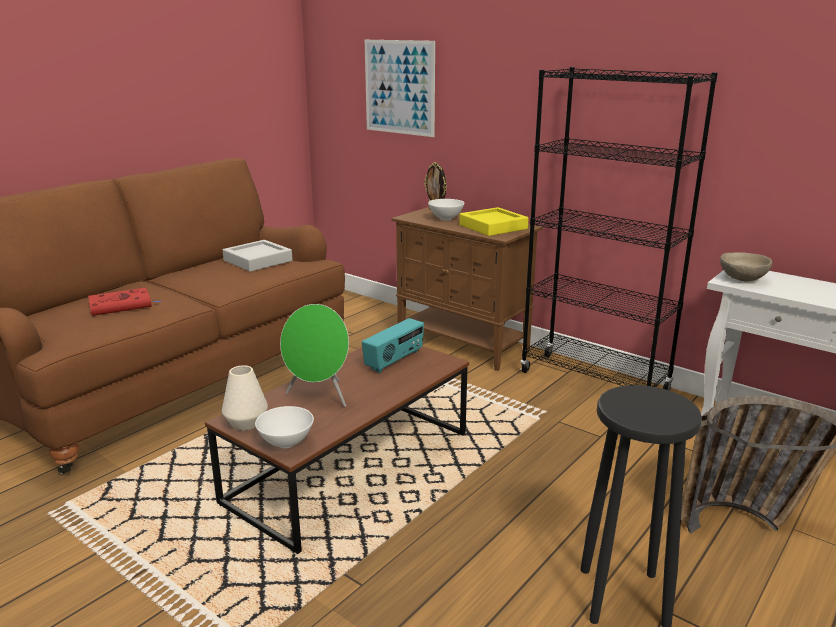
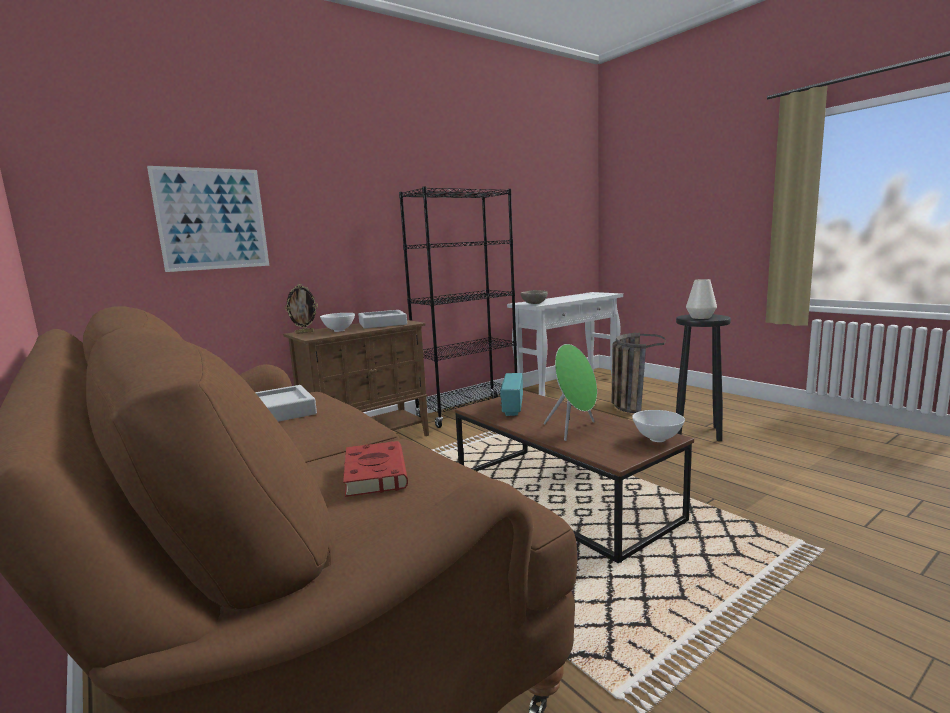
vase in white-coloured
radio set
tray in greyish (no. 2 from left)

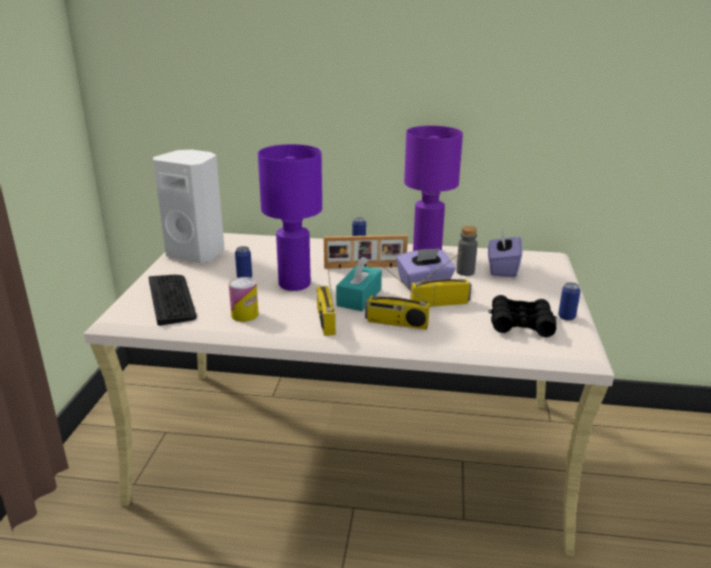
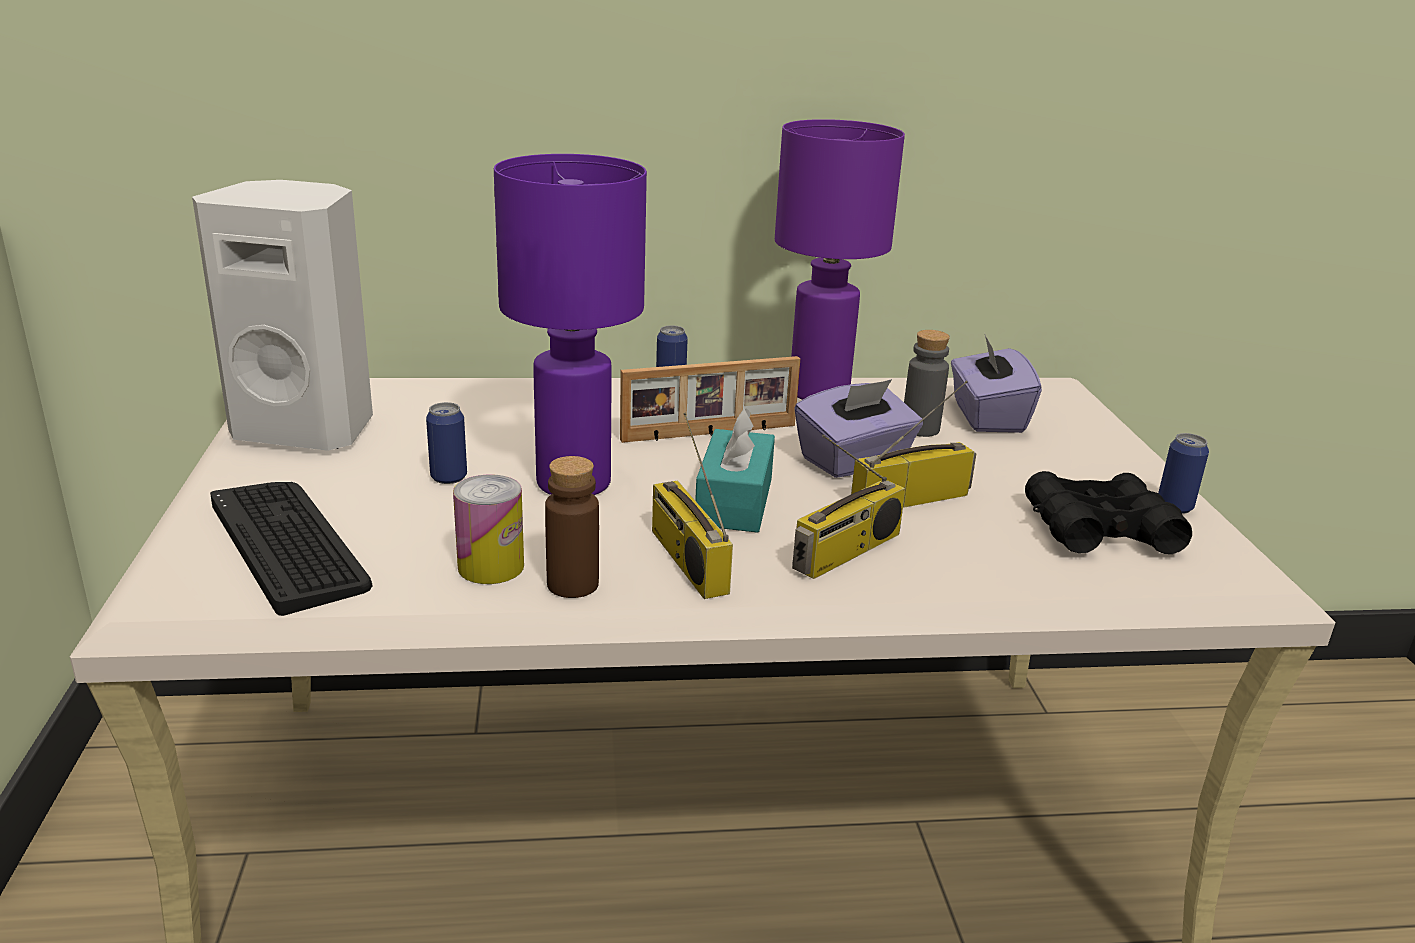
radio set (no. 2 from left)
drink bottle in brownish

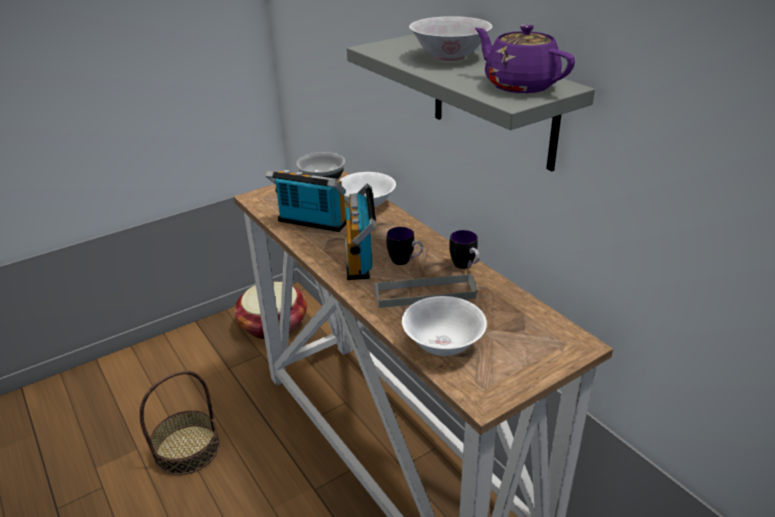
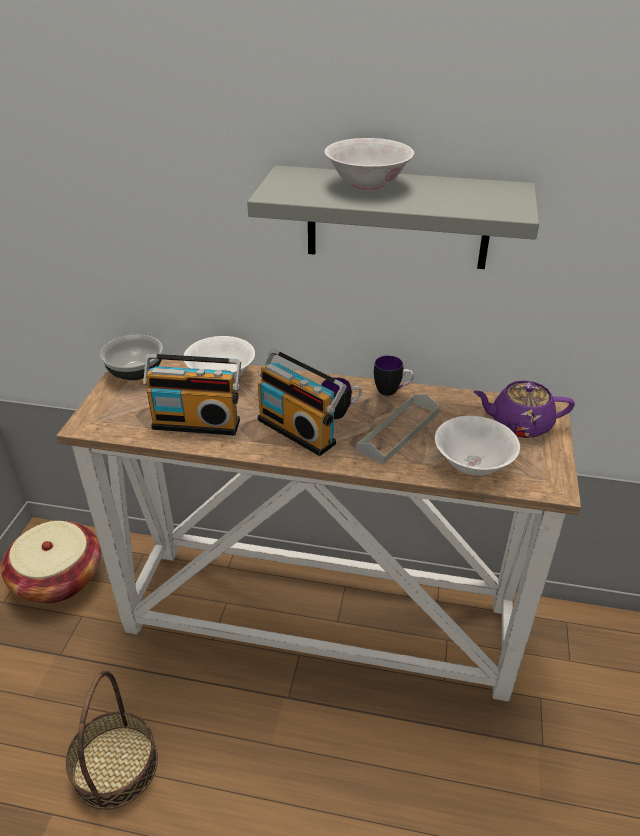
radio set (no. 1 from left)
teapot in purple

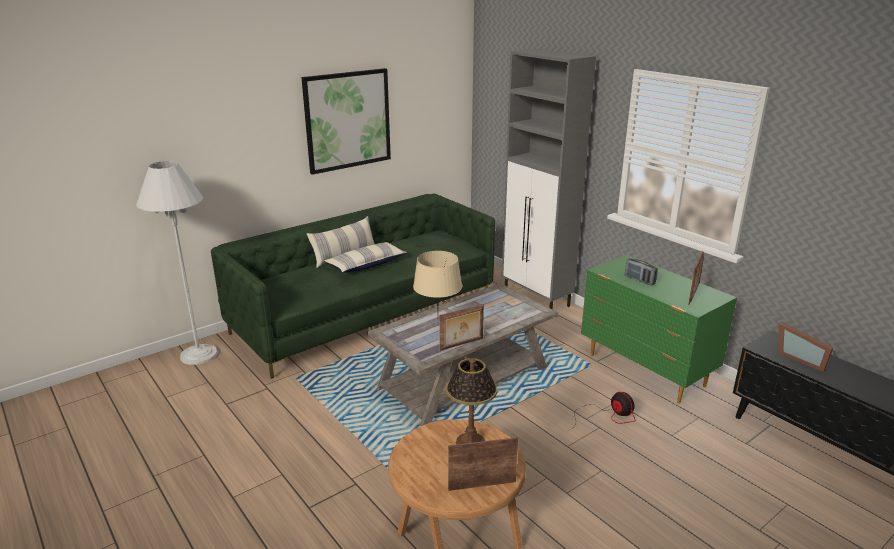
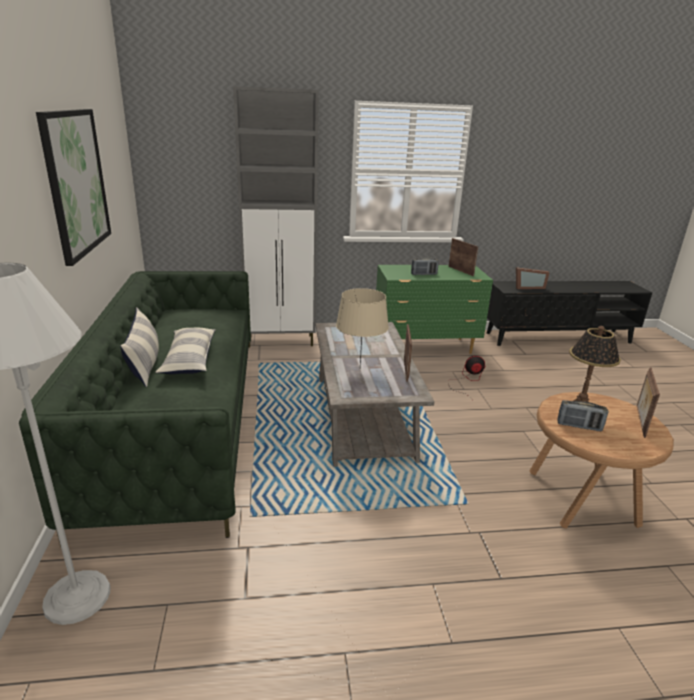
radio set (no. 2 from left)

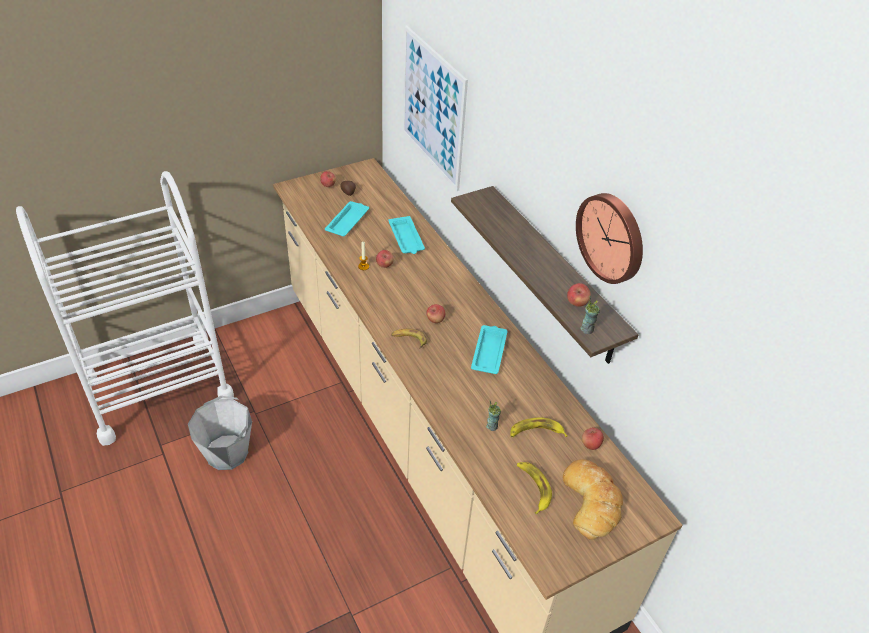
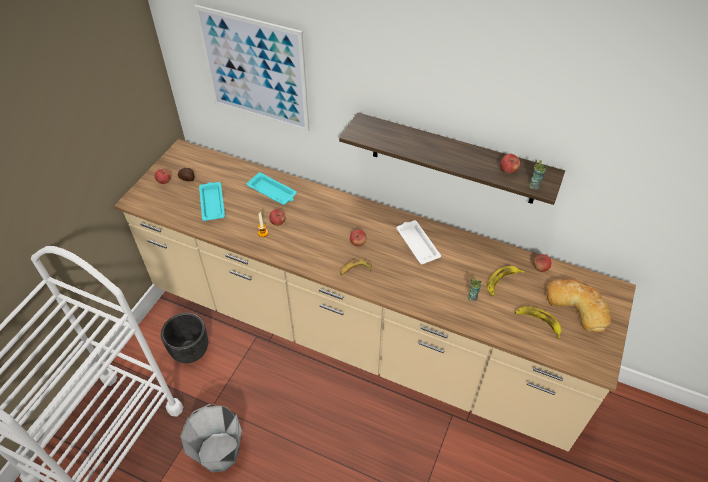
tray in white-coloured
wall clock
plant pot in blackish

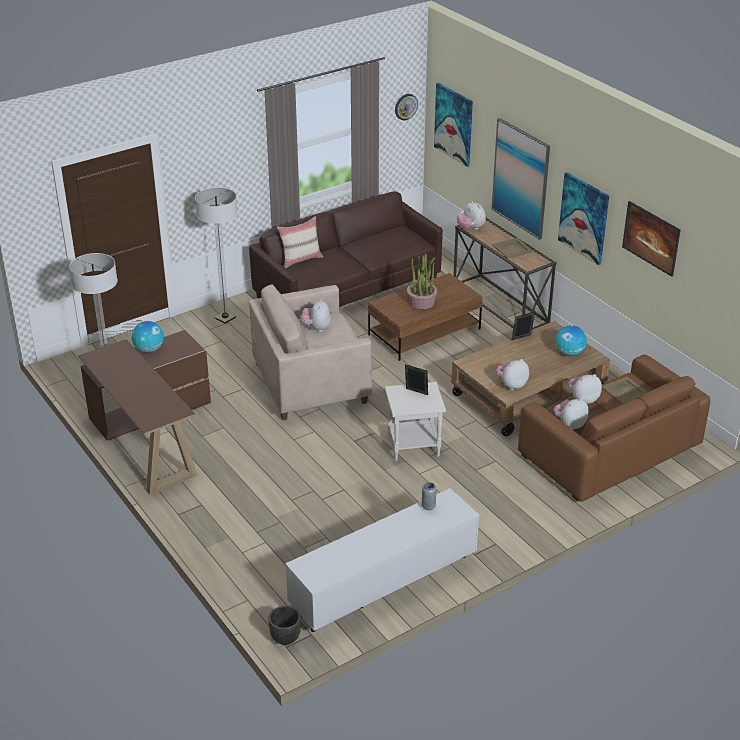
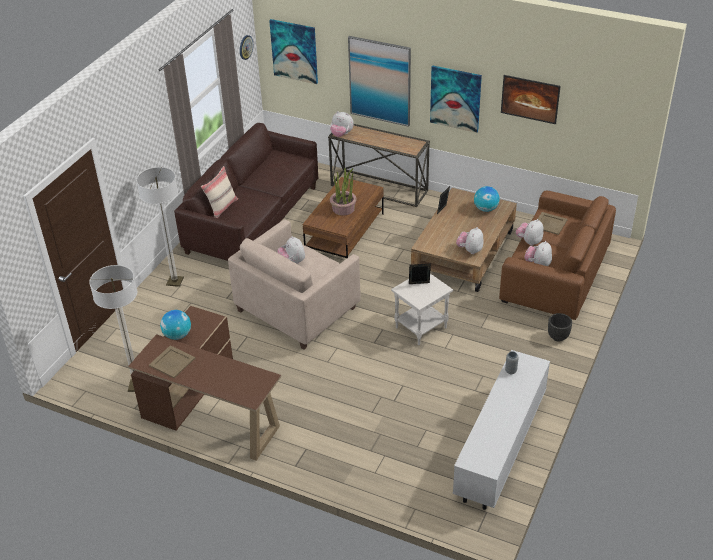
plant pot in blackish
tray in beige-coloured (no. 1 from left)

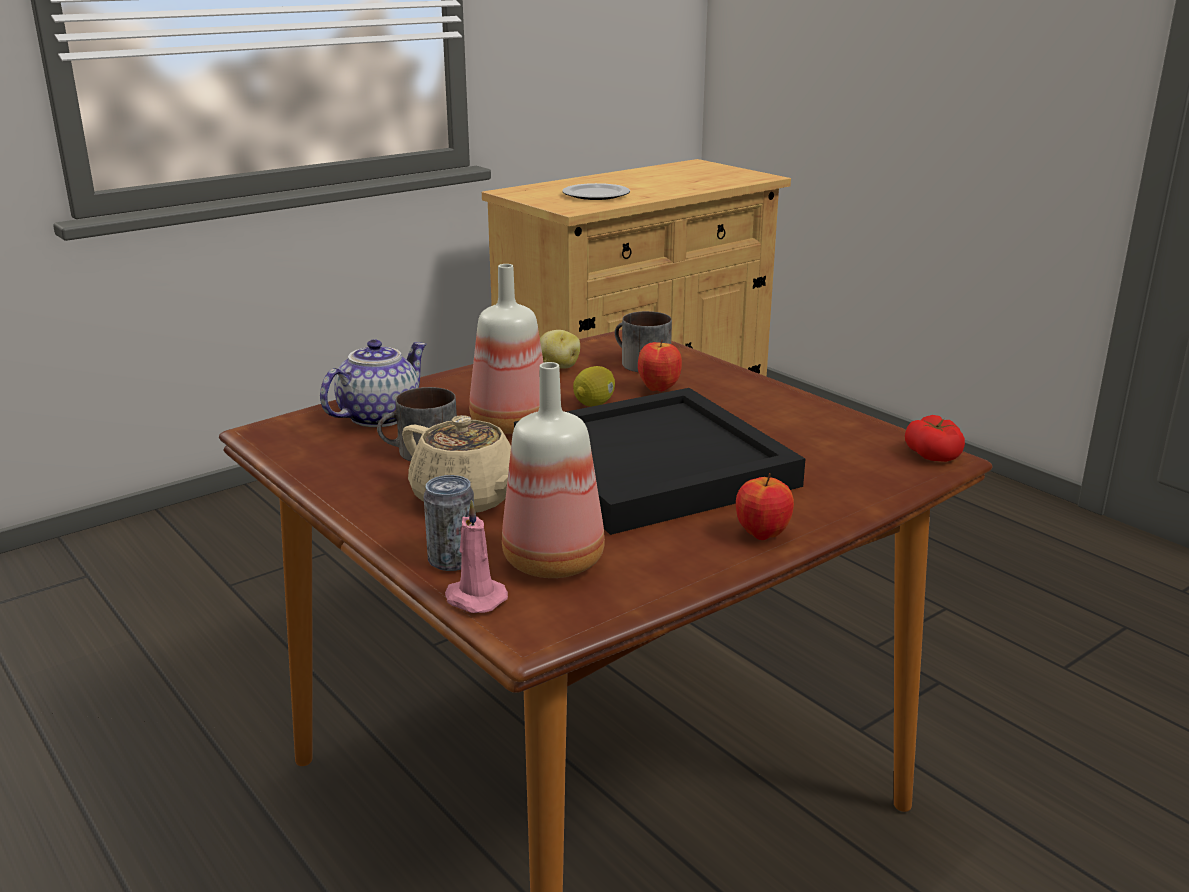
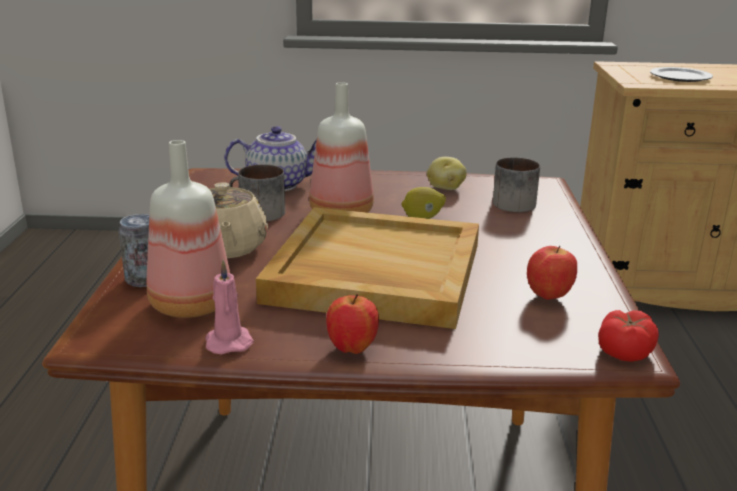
candle in pink
tray in beige-coloured
apple (no. 2 from left)

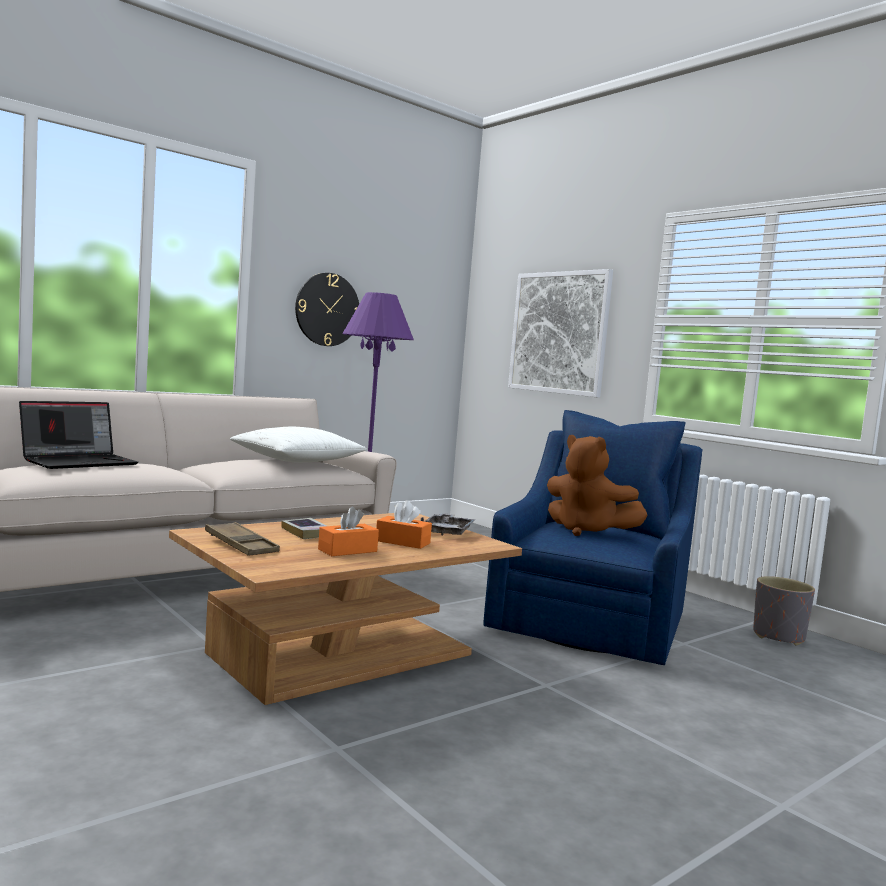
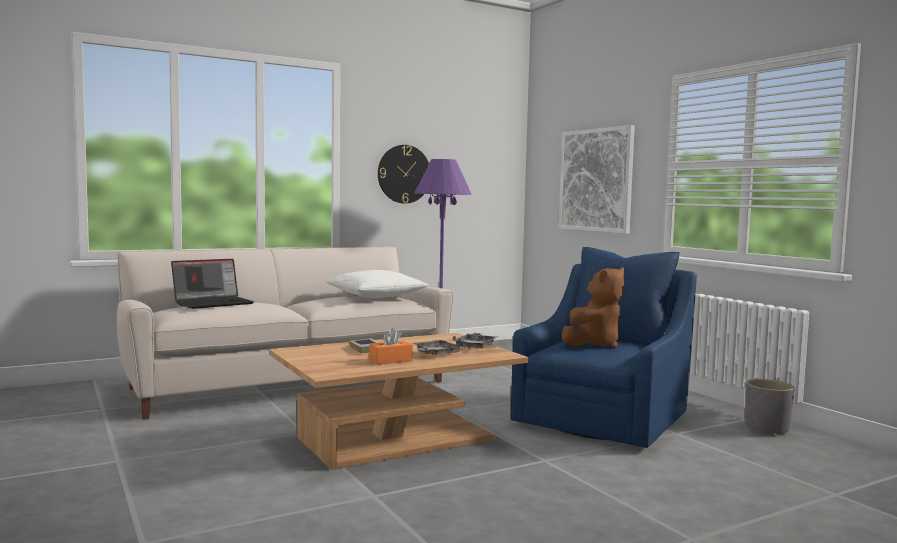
tray in brownish
tray in greyish (no. 1 from left)
soft toy in brownish

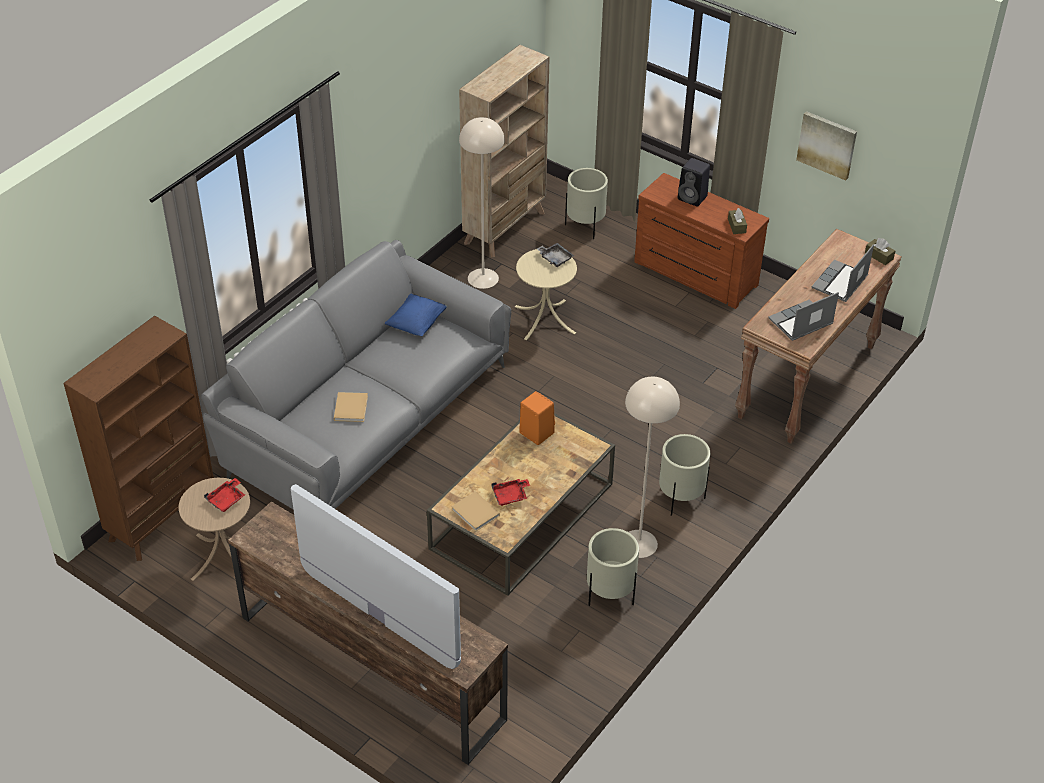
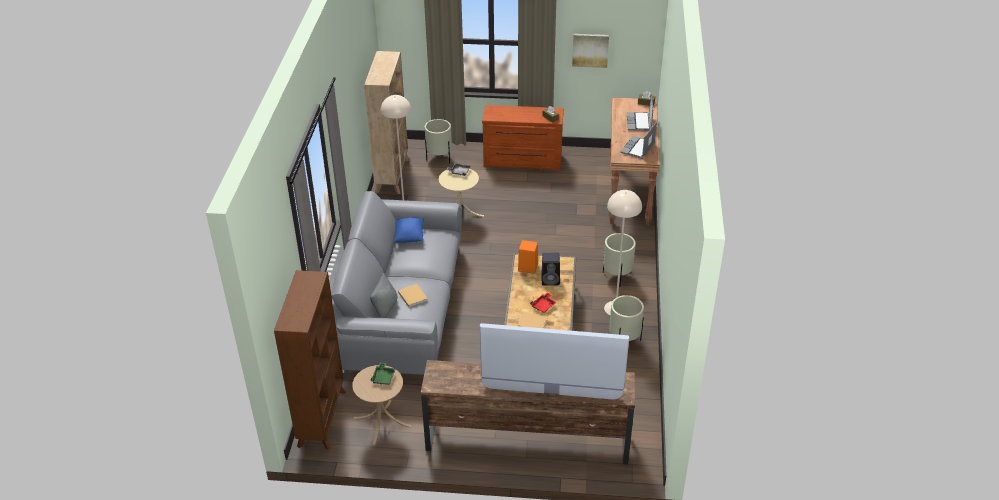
tray in greenish
loudspeaker in blackish
cushion in greyish

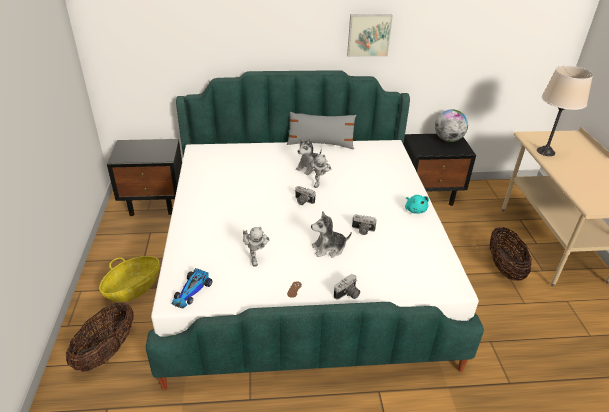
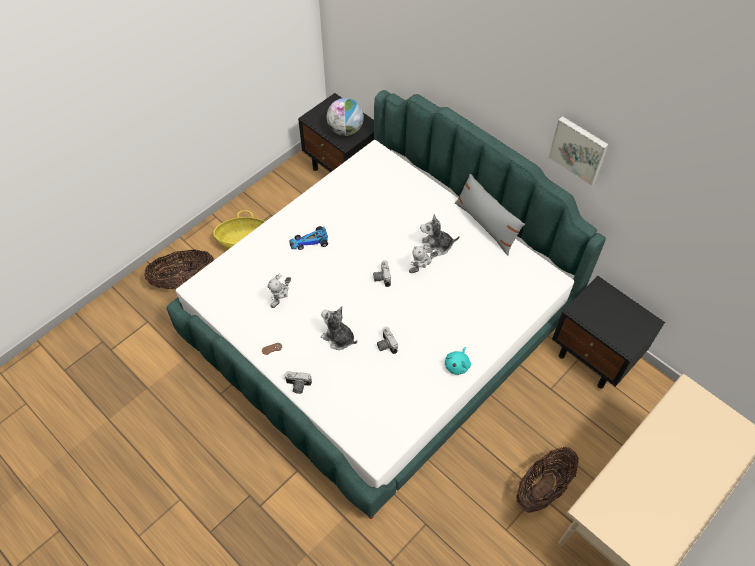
miniature car
world globe
tabletop lamp in beige-coloured

